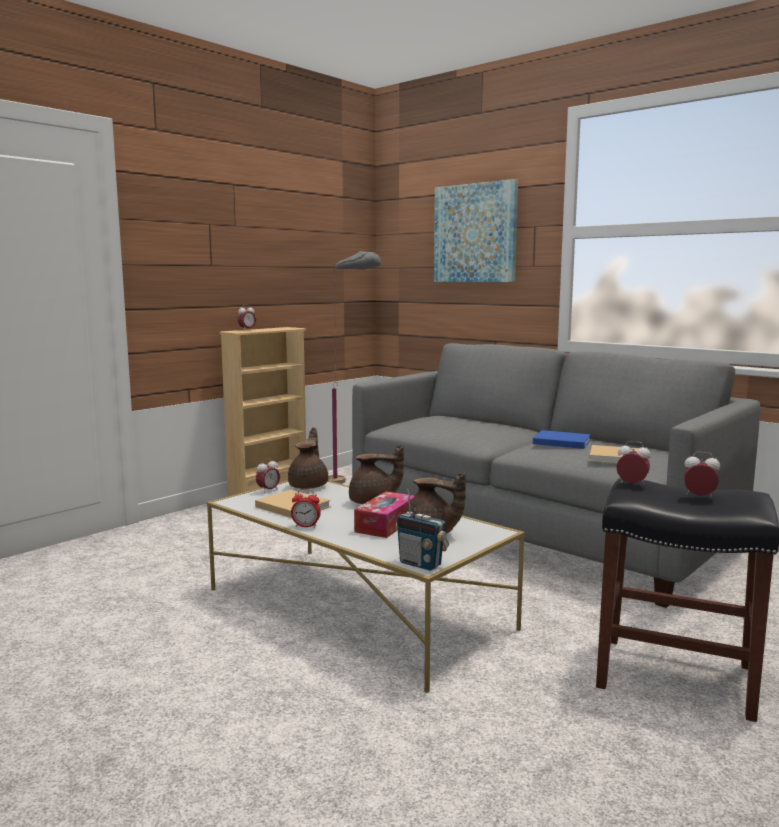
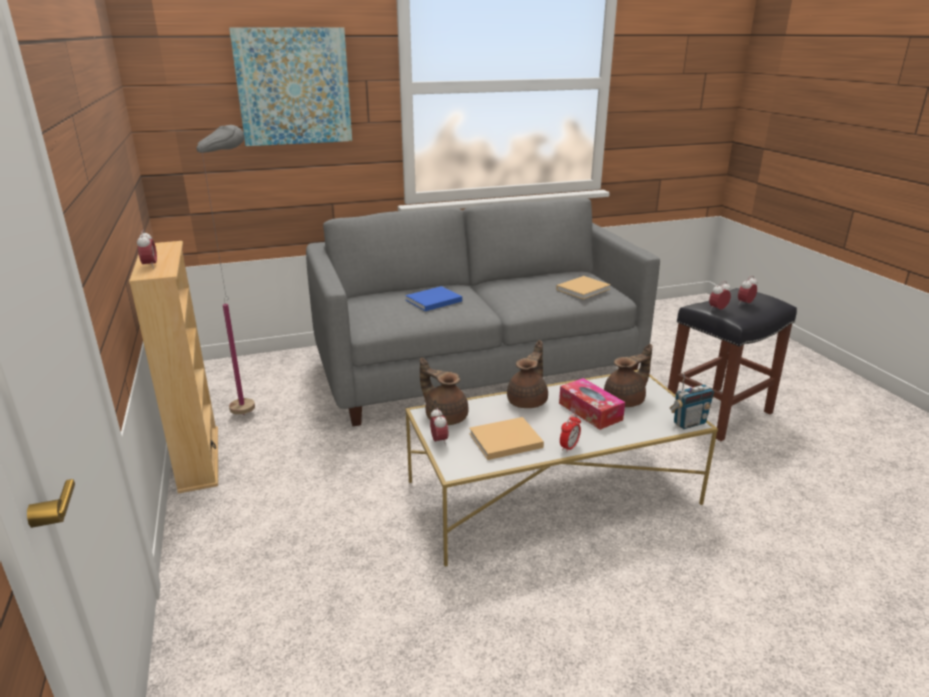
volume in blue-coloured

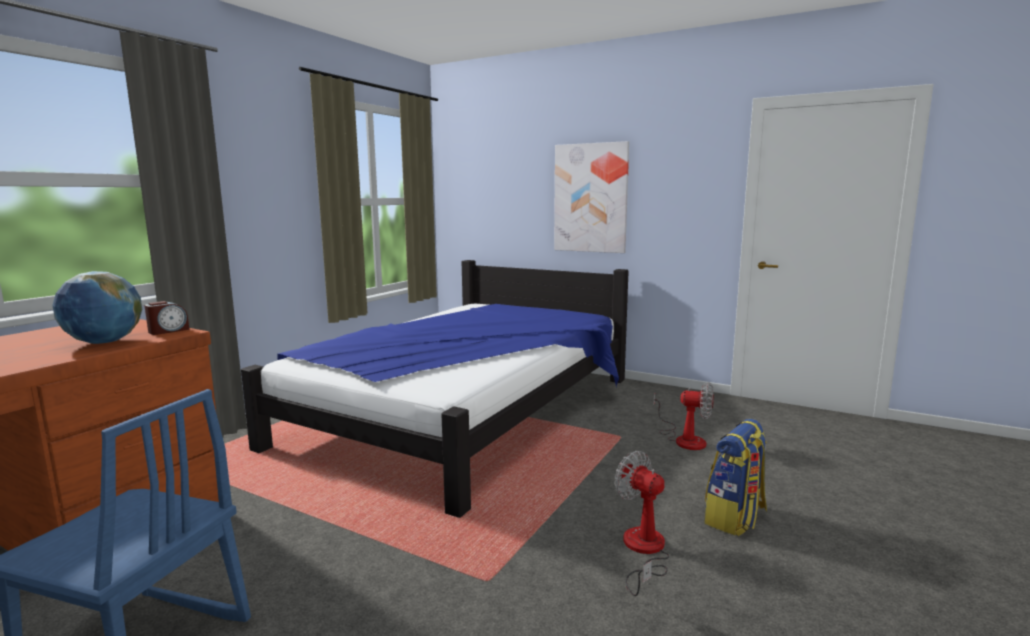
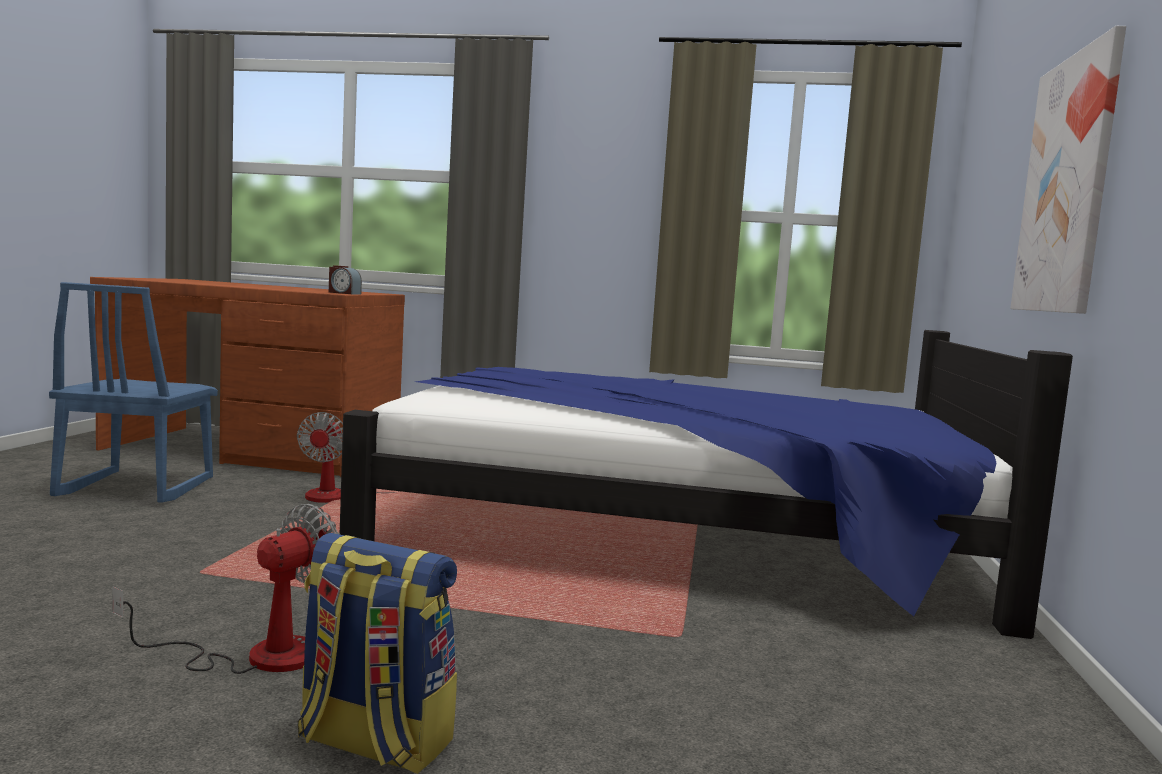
world globe
electric fan (no. 2 from left)

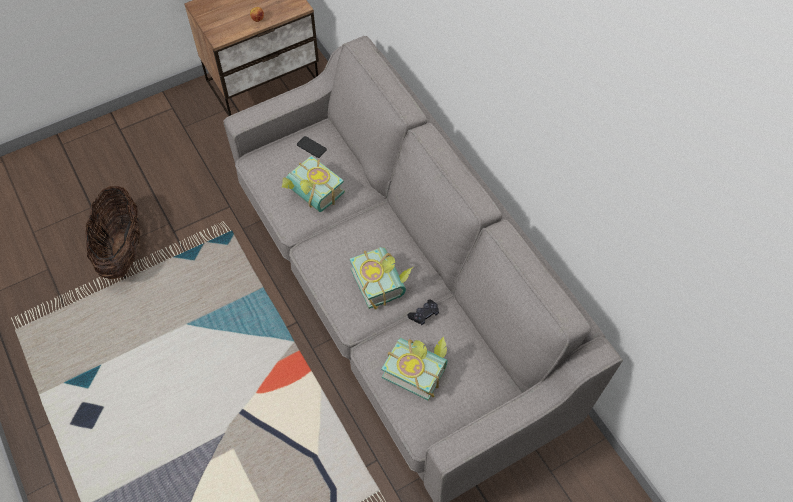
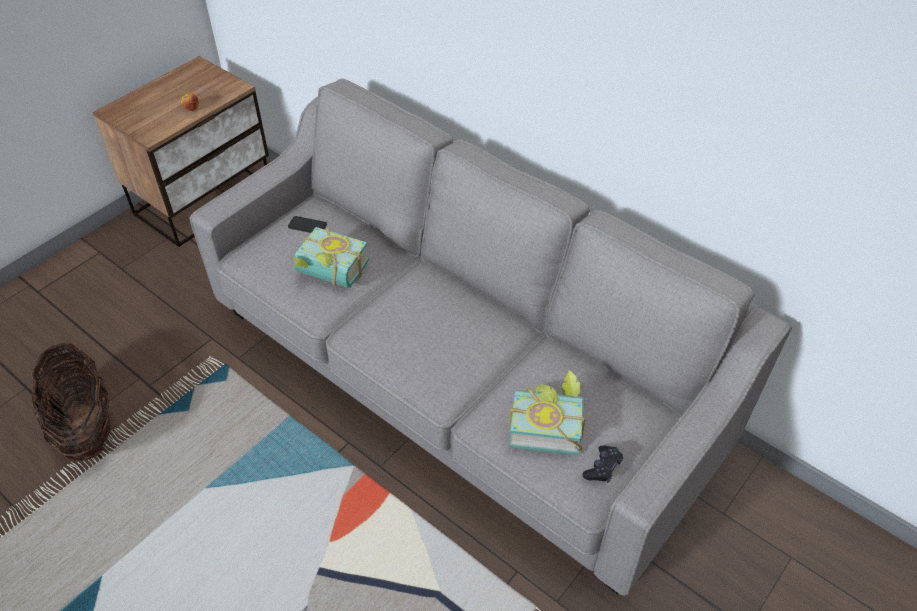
volume (no. 2 from left in the first image)
game controller in blackish

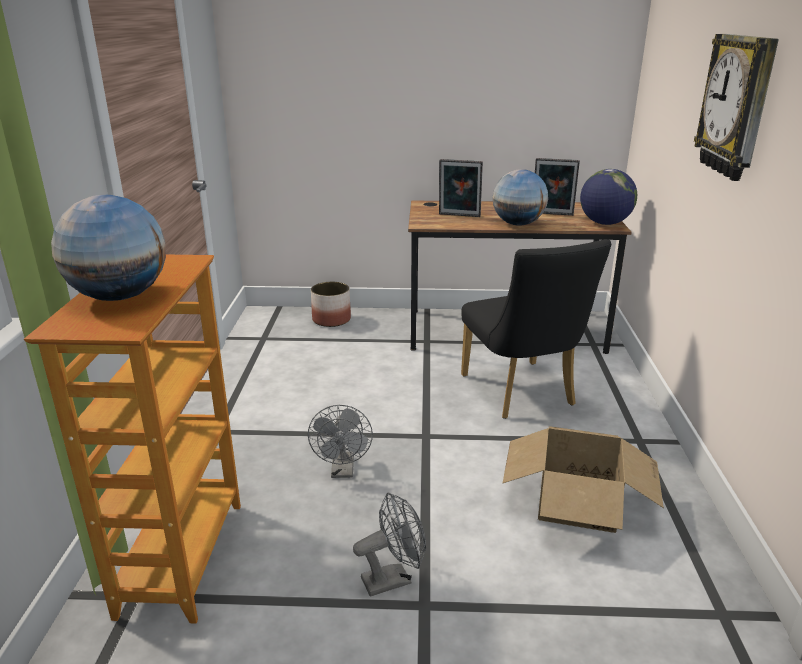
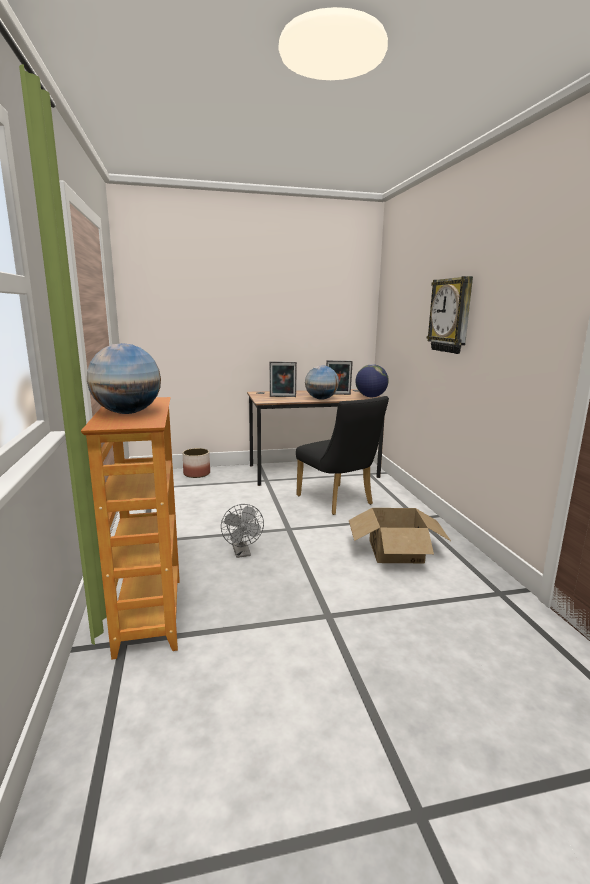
electric fan in greyish (no. 2 from left in the first image)

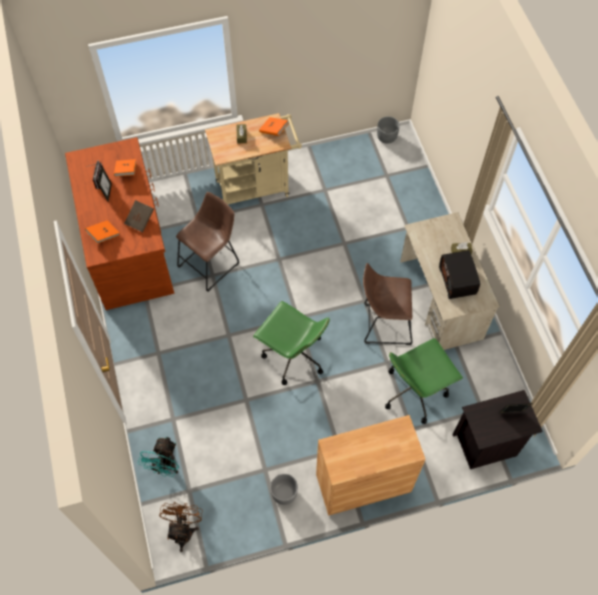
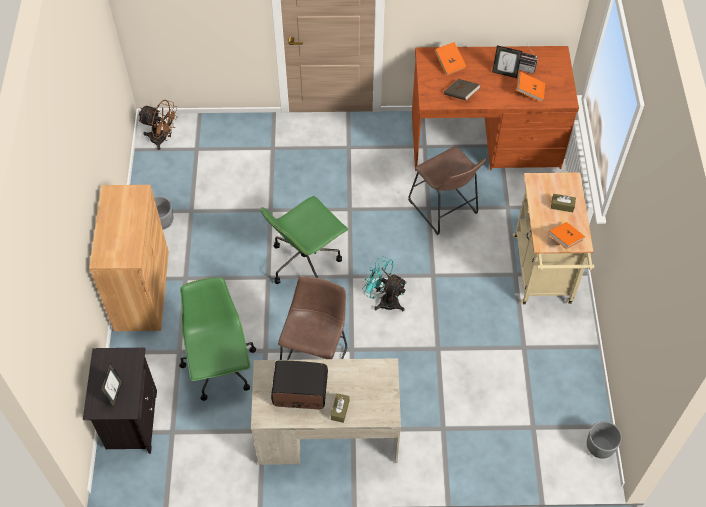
electric fan in blue-green

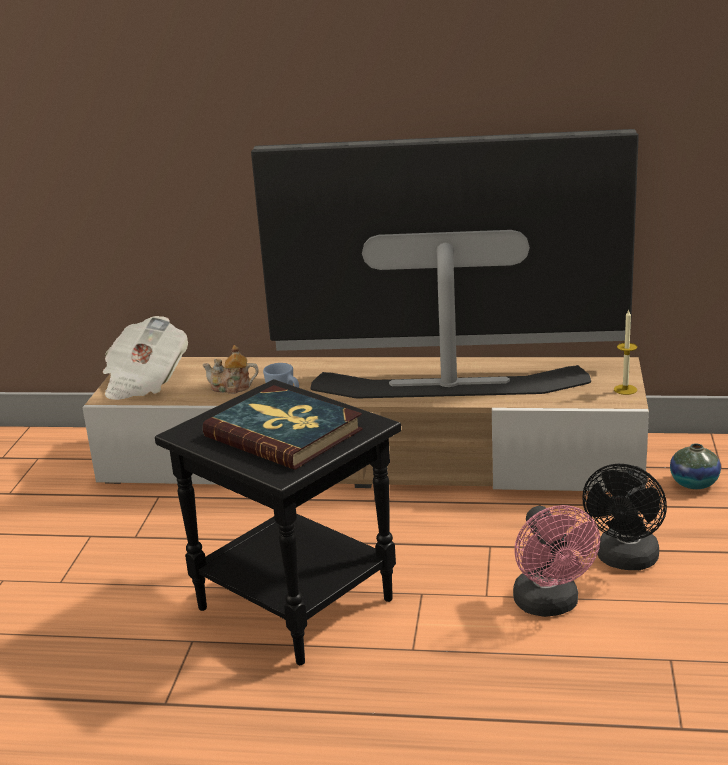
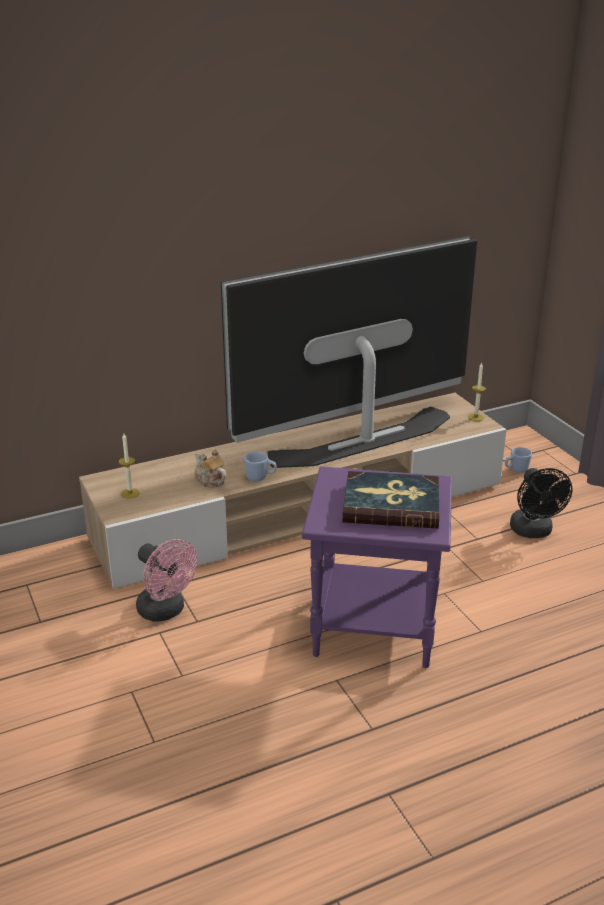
candle (no. 1 from left)
accent table in purple
teapot
electric fan in pink
coffee mug in blue-coloured (no. 2 from left)

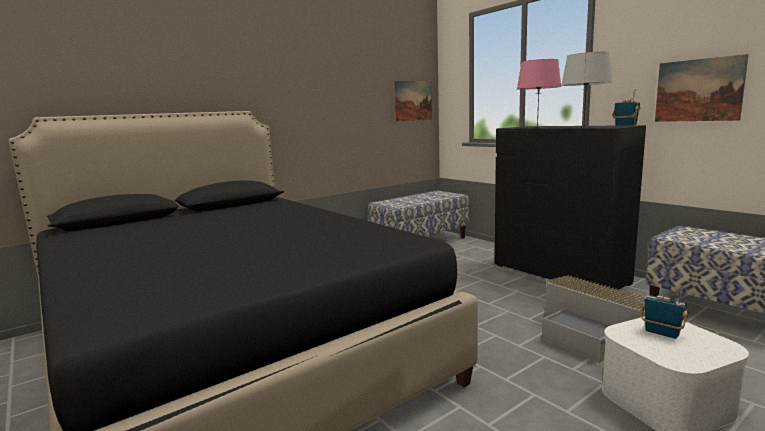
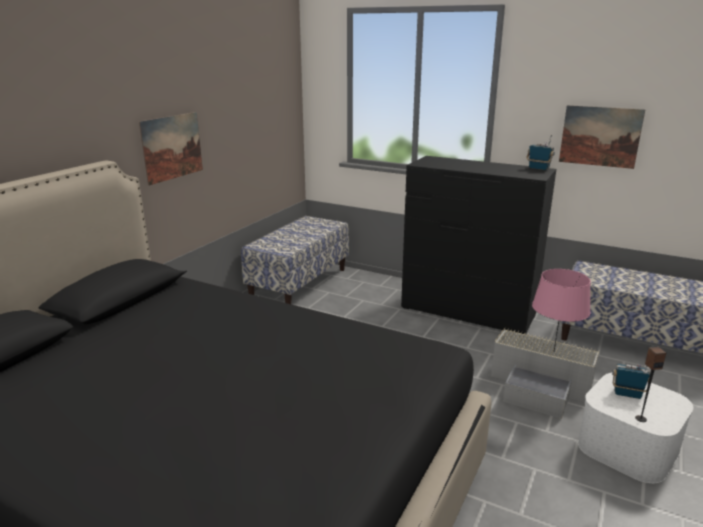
wall art (no. 1 from left)
tabletop lamp in pink
tabletop lamp in greyish
loudspeaker

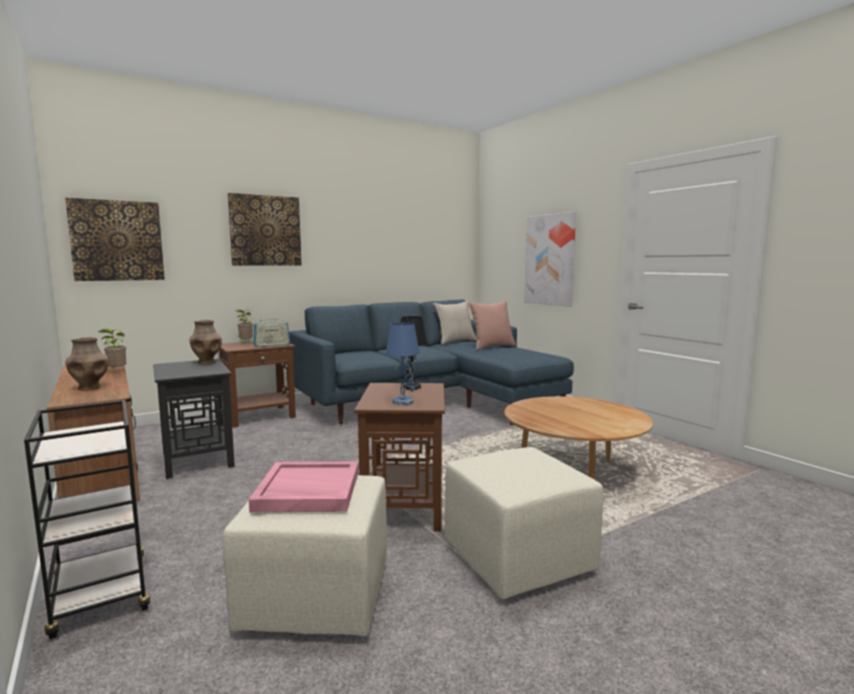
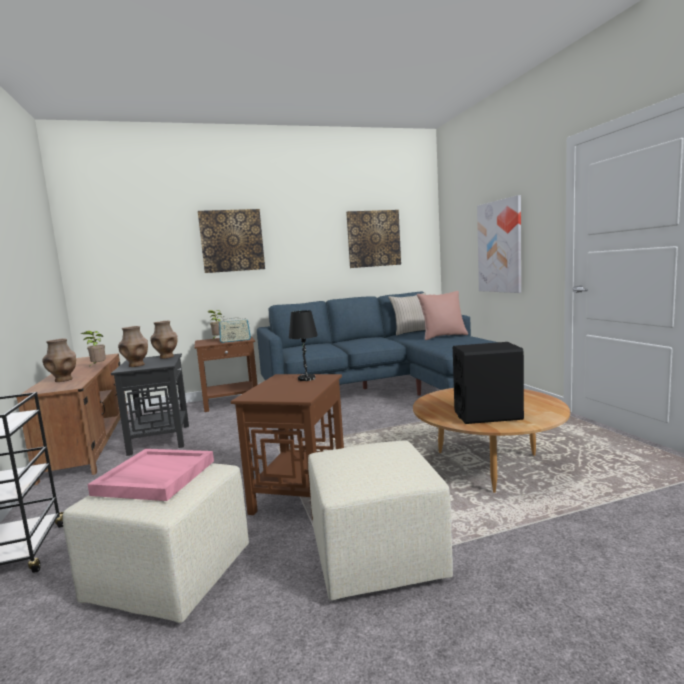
wall art (no. 2 from left)
tabletop lamp in blue-coloured
vase in brownish (no. 2 from left)
loudspeaker in blackish

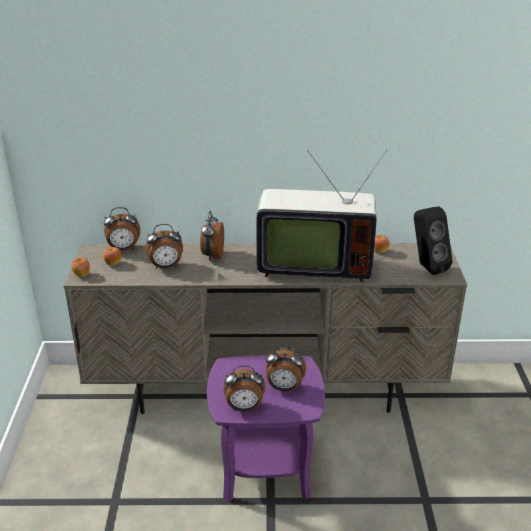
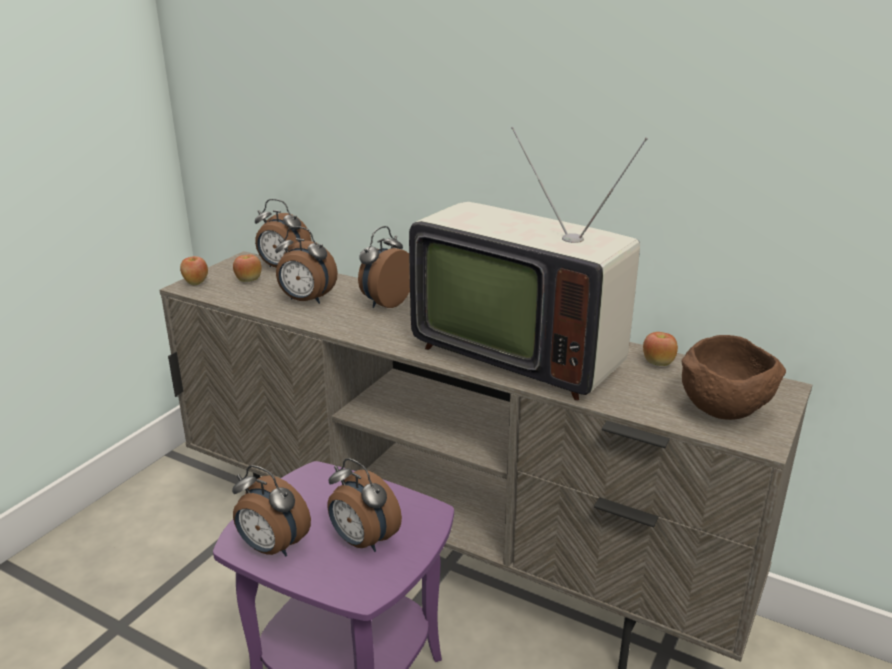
bowl in brownish

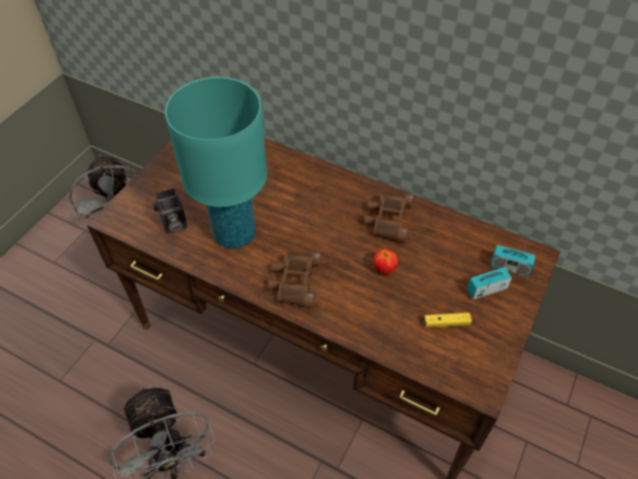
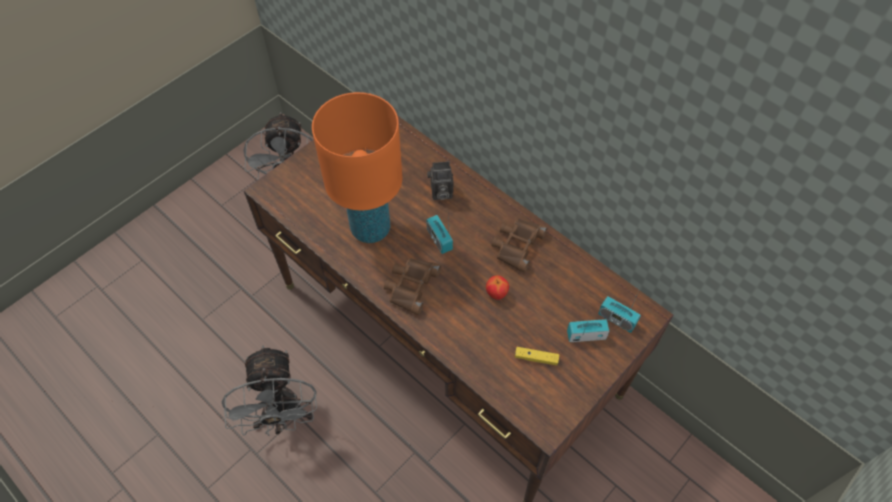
still camera
tabletop lamp in orange
radio set (no. 1 from left)

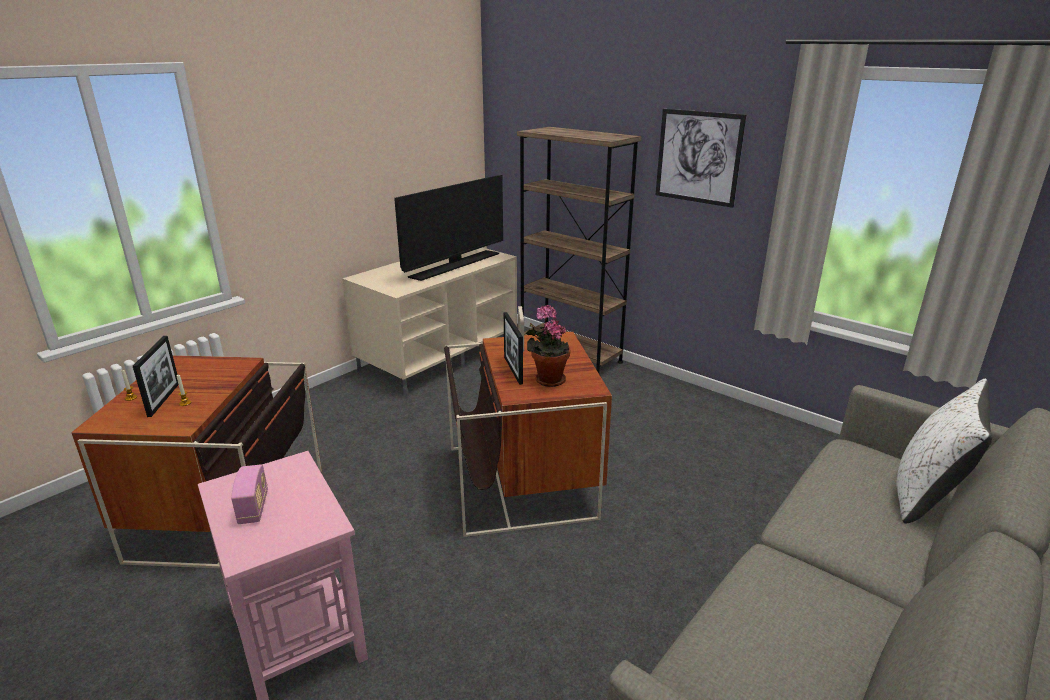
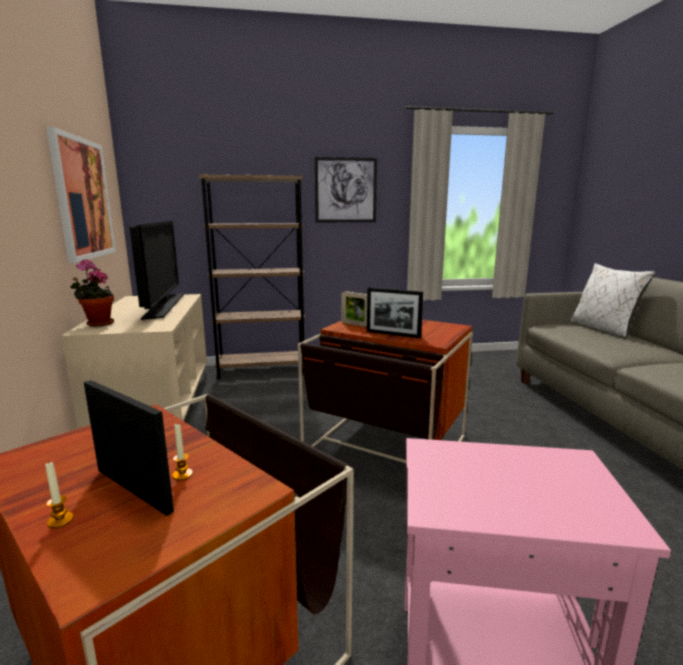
radio set
potted plant
wall art (no. 1 from left)

